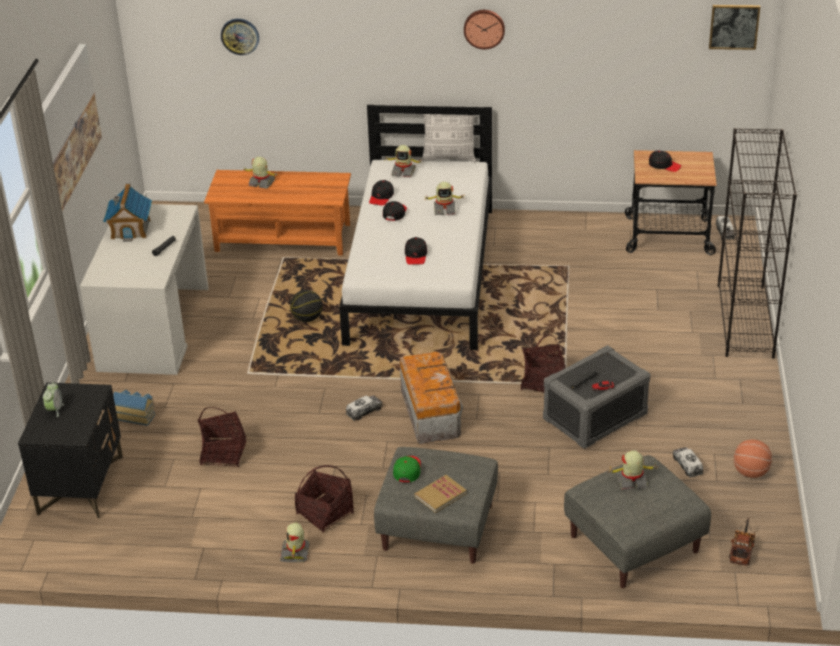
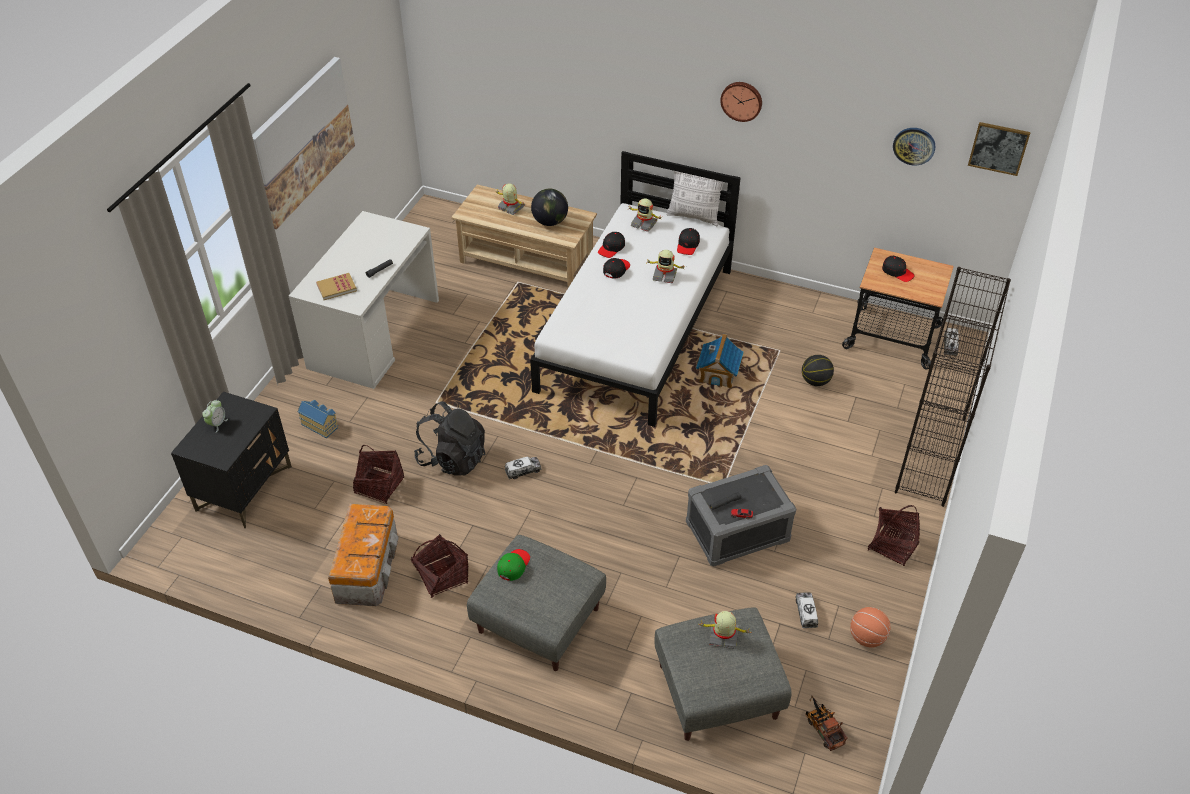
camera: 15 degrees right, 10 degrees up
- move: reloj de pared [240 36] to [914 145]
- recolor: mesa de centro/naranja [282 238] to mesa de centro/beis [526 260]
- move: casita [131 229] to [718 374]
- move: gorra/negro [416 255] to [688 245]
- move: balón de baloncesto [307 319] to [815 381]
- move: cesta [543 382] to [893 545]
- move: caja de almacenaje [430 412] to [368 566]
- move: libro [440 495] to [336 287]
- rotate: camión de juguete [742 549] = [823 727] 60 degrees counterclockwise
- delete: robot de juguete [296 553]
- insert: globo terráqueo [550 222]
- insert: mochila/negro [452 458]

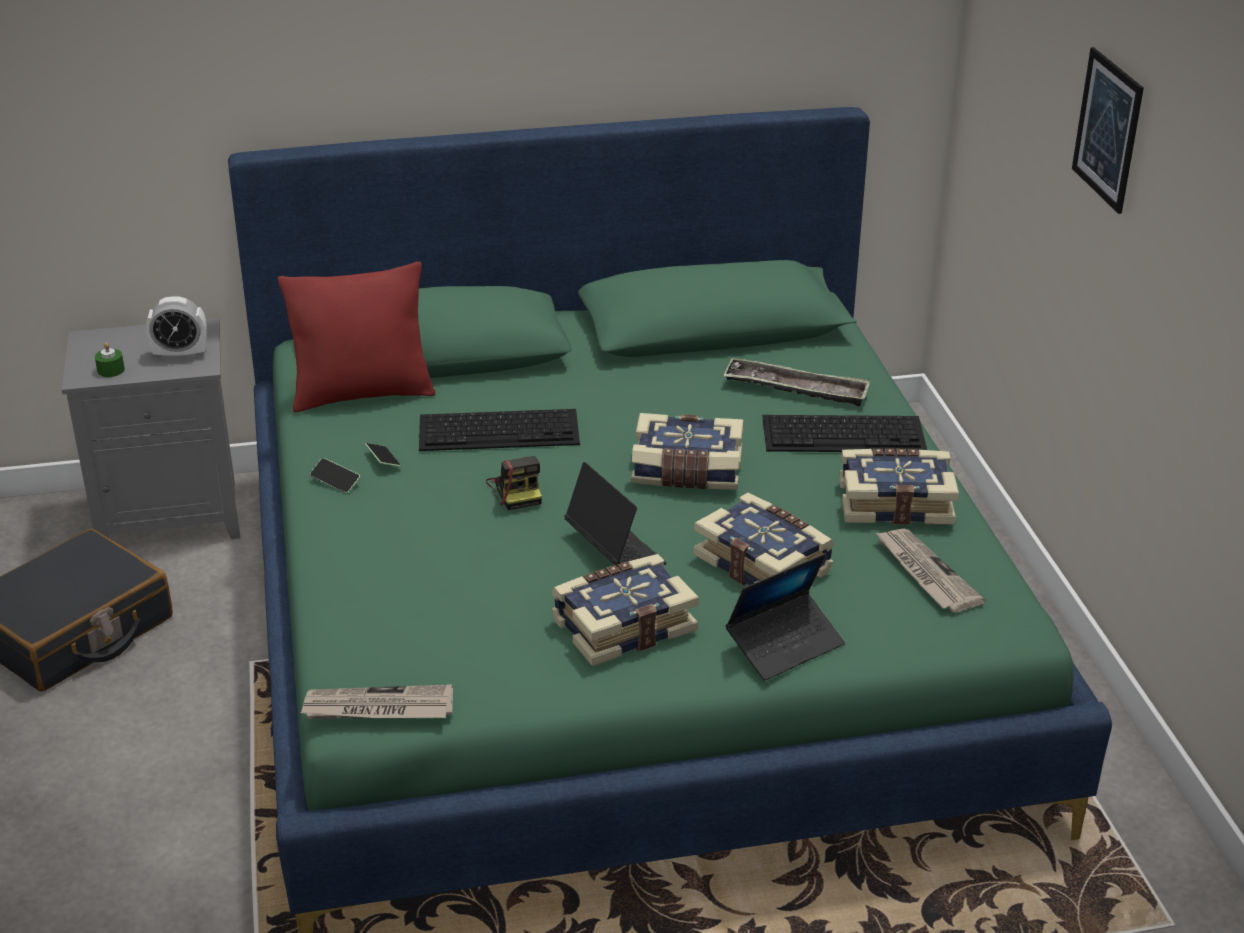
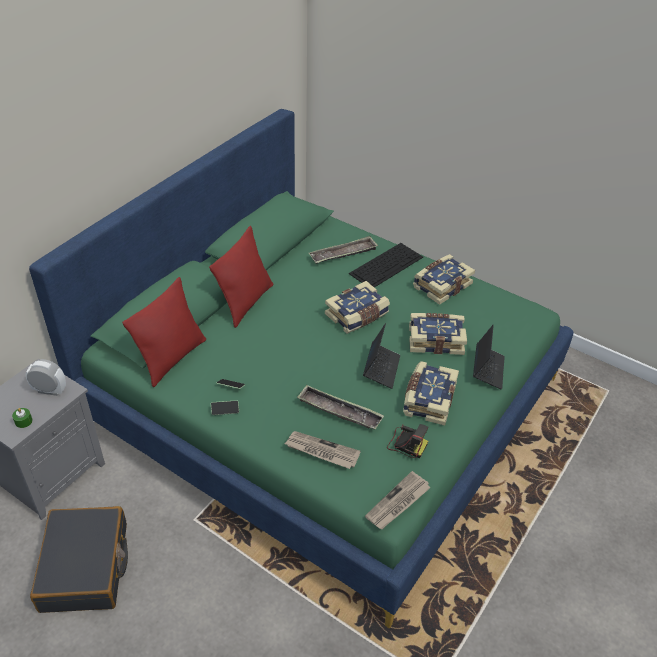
camera: 45 degrees left, 10 degrees up
- delete: cuadro [1107 129]
- rotate: despertador [180 355] = [49 390] 120 degrees counterclockwise
- delete: teclado [500 429]
- move: cámara [517 490] to [406 444]
- rotate: portátil [614 550] = [381 369] 90 degrees clockwise
- move: periódico [925 573] to [321 451]
- insert: cojín/rojo [245 302]
- insert: bandeja [339 411]

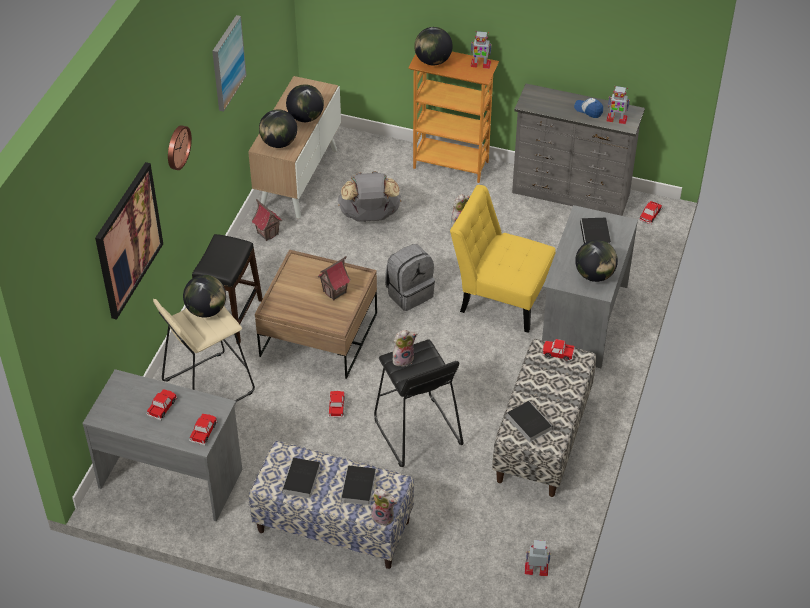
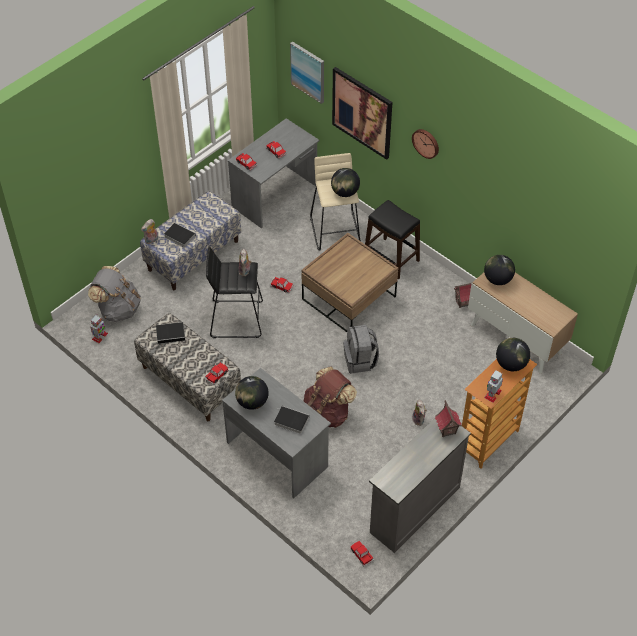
camera: 115 degrees right, 5 degrees up
- move: cuadro [227 63] to [308 72]
- delete: globo terráqueo [305 117]
- delete: robot de juguete [616 119]
- delete: gorra [588 110]
- move: mochila/gris [369 216] to [118 309]
- replace: silla/amarillo [500 297] to mochila/marrón [327 412]
- move: casita [335 292] to [446 430]
- delete: libro [301 481]

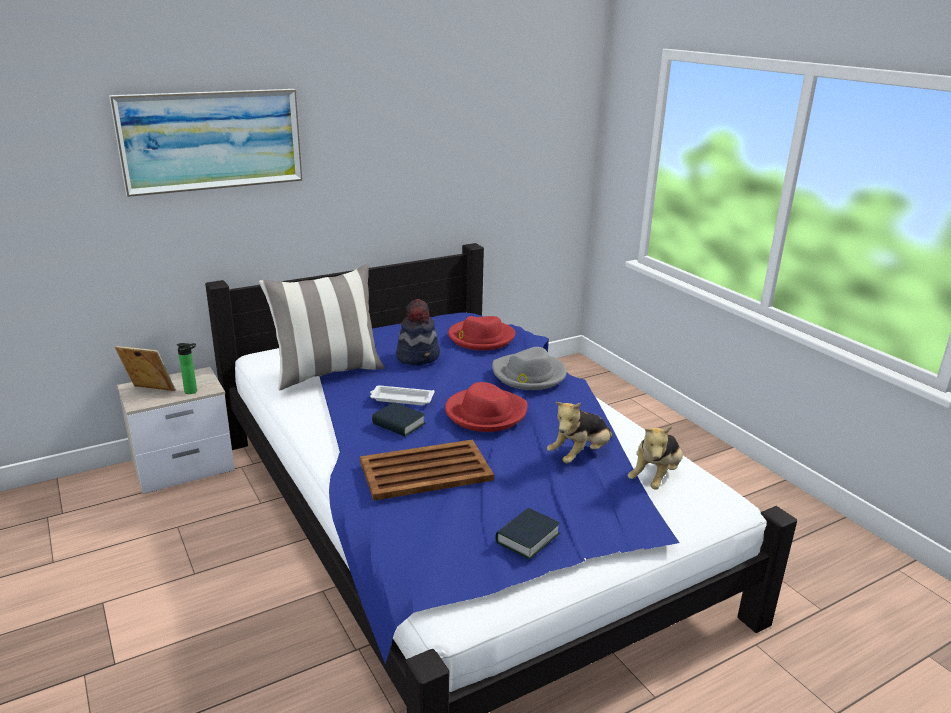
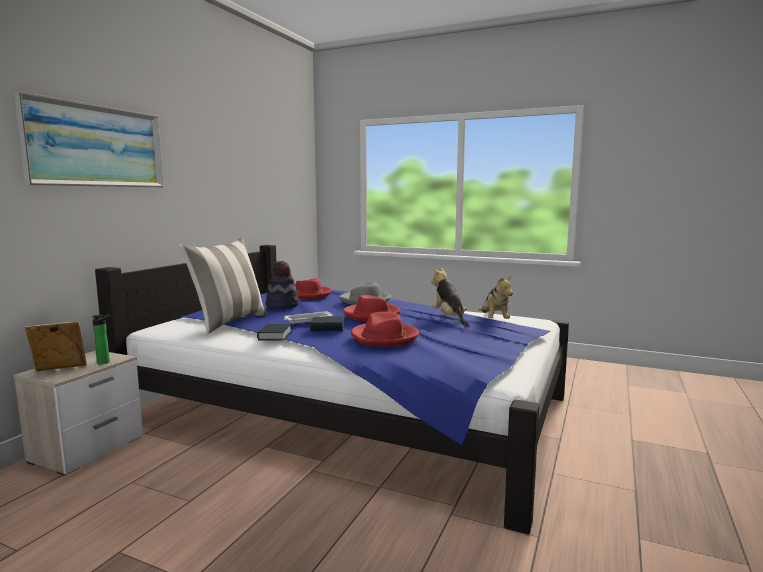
camera: 35 degrees left, 15 degrees down
- rotate: peluche [580 455] = [449 318] 150 degrees clockwise
- replace: bandeja/marrón [427 471] to sombrero/rojo [385 337]
- move: libro [527 538] to [274 336]

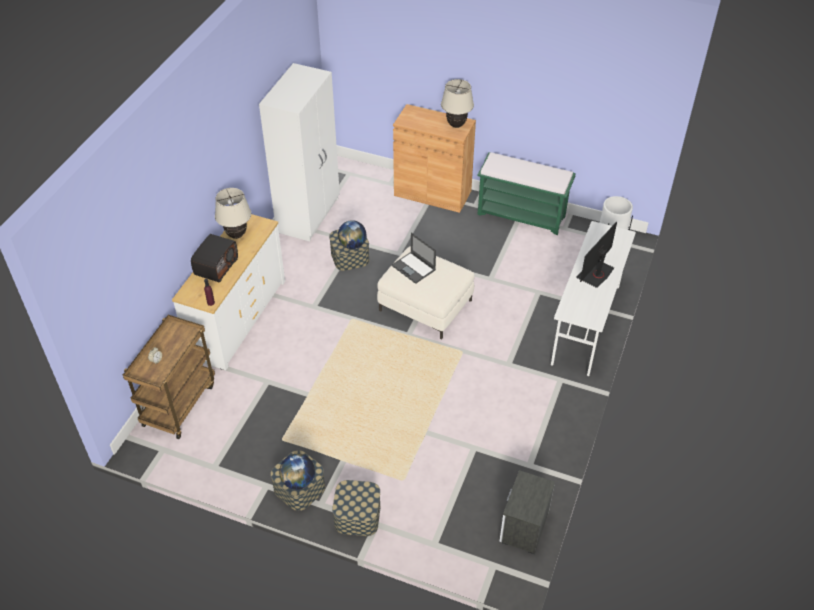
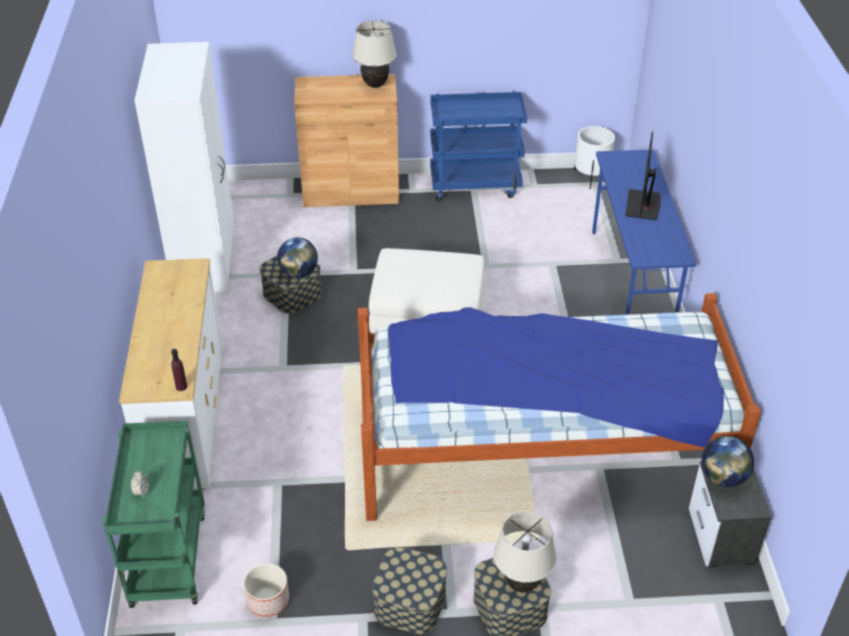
camera: 25 degrees left, 5 degrees down
- replace: banco/verde [522 215] to carrito/azul [475 185]
- move: lámpara de mesa/beis [236 235] to [522 584]
- recolor: escritorio/blanco [586 325] to escritorio/azul [631 282]
- delete: portátil [414 268]
- delete: radio [216 266]
- recolor: carrito/marrón [179 404] to carrito/verde [167 556]
- move: globo terráqueo [298 481] to [723 478]
- insert: cama [539 446]
- insert: maceta [268 601]

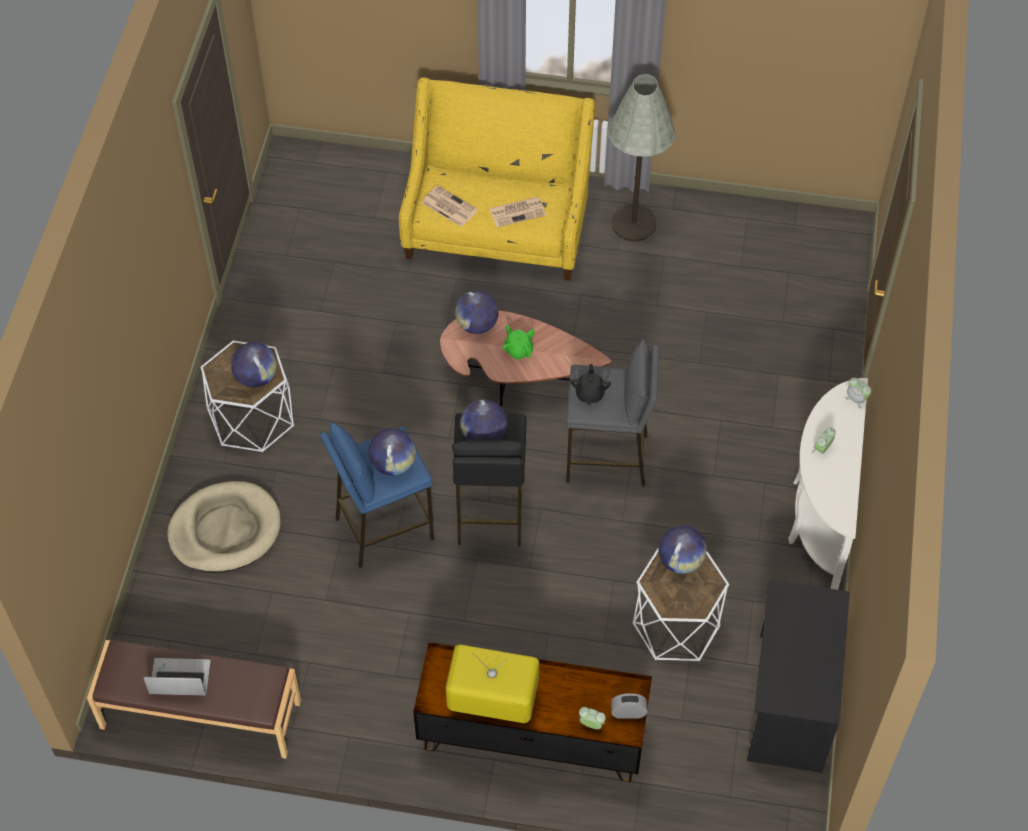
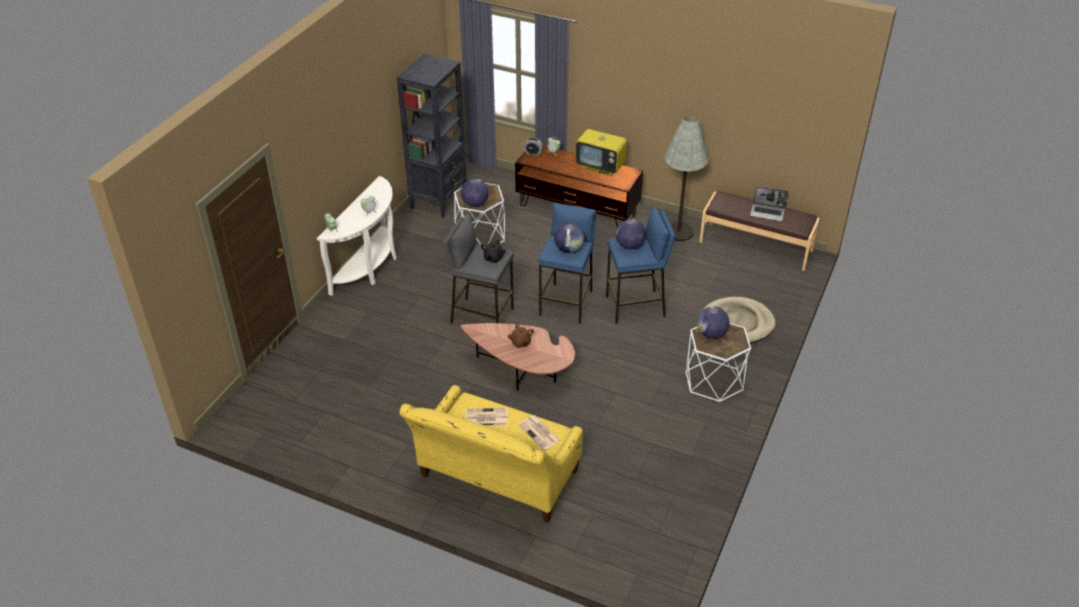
camera: 165 degrees left, 15 degrees down
- move: lámpara de pie/gris [633 224] to [678 232]
- delete: globo terráqueo [477 325]
- recolor: tetera/verde [518 350] to tetera/marrón [521 343]
- recolor: taburete/negro [490 511] to taburete/azul [567 303]
- replace: escritorio/negro [788 702] to estantería/negro [439 200]

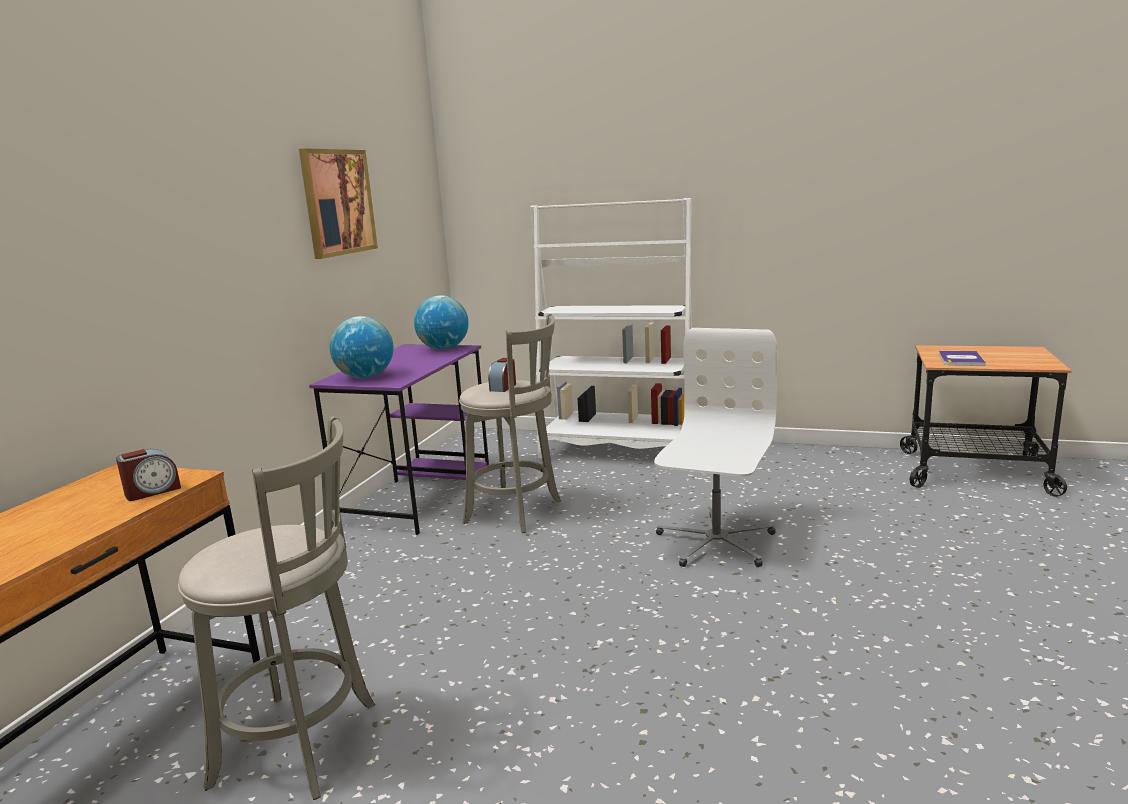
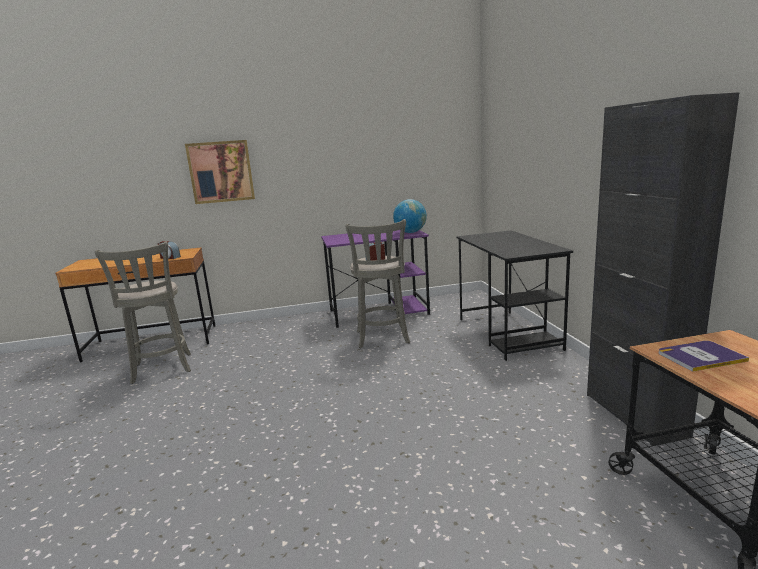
camera: 60 degrees right, 0 degrees up
- move: cuadro [338 202] to [221 172]
- replace: estantería/blanco [618 450] to escritorio/negro [508 334]
- delete: globo terráqueo [365 377]
- delete: silla de oficina/blanco [715 542]
- insert: armario/negro [635 414]

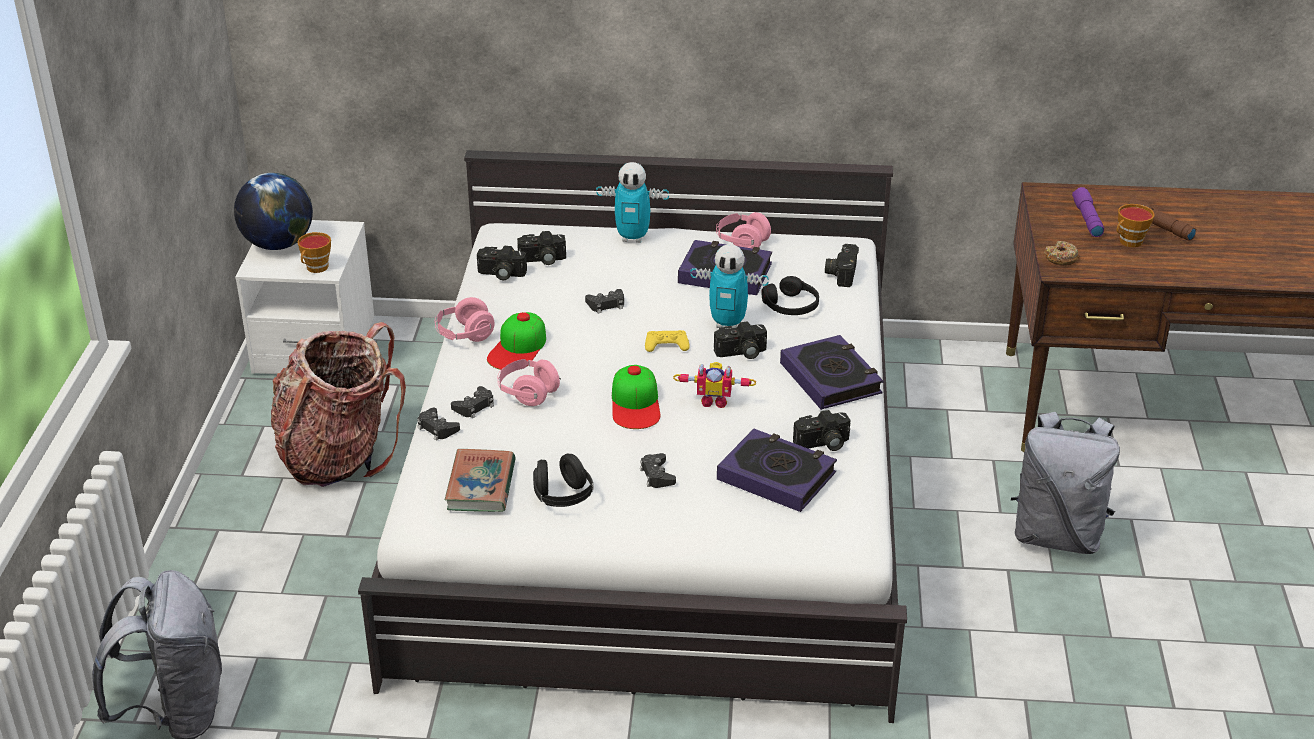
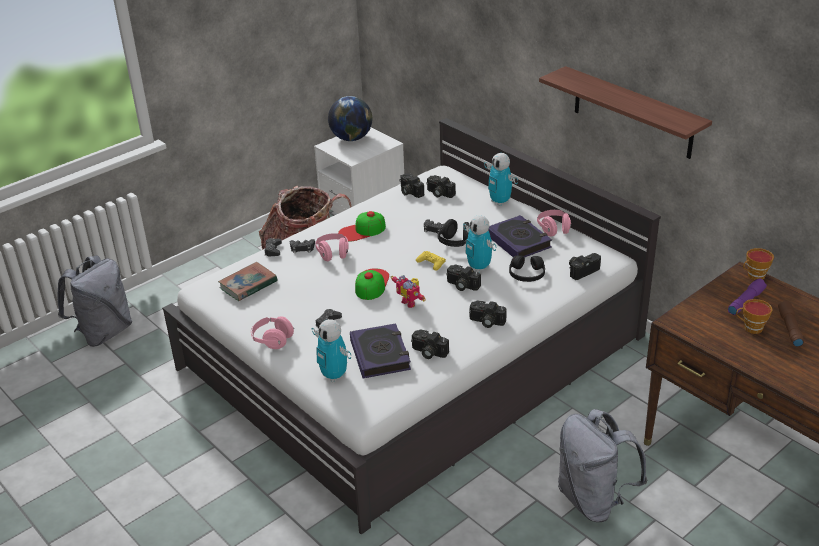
camera: 45 degrees right, 0 degrees up
- move: taza [316 268] to [754 276]
- delete: rosquilla [1061 258]
- move: auriculares/rosa [464 335] to [272 340]
- replace: libro [830 378] to cámara [486 322]
- rotate: gorra [635 404] = [371 284] 150 degrees clockwise
- move: auriculares/negro [562 497] to [455 243]
- insert: estante [632 113]
- insert: robot de juguete [334 375]

